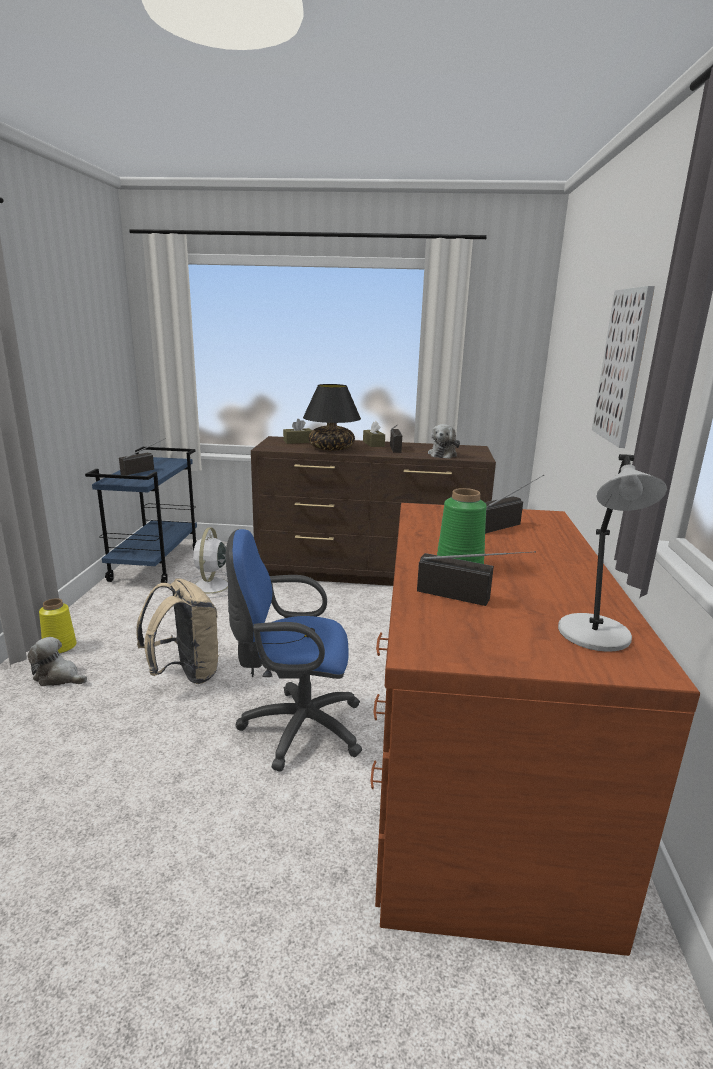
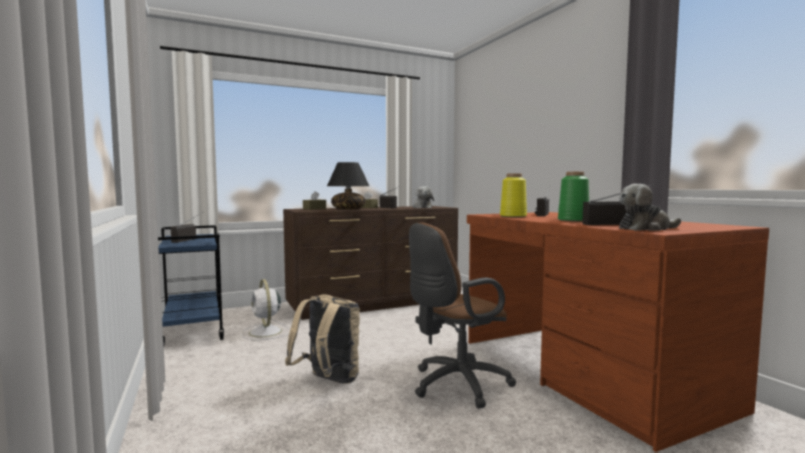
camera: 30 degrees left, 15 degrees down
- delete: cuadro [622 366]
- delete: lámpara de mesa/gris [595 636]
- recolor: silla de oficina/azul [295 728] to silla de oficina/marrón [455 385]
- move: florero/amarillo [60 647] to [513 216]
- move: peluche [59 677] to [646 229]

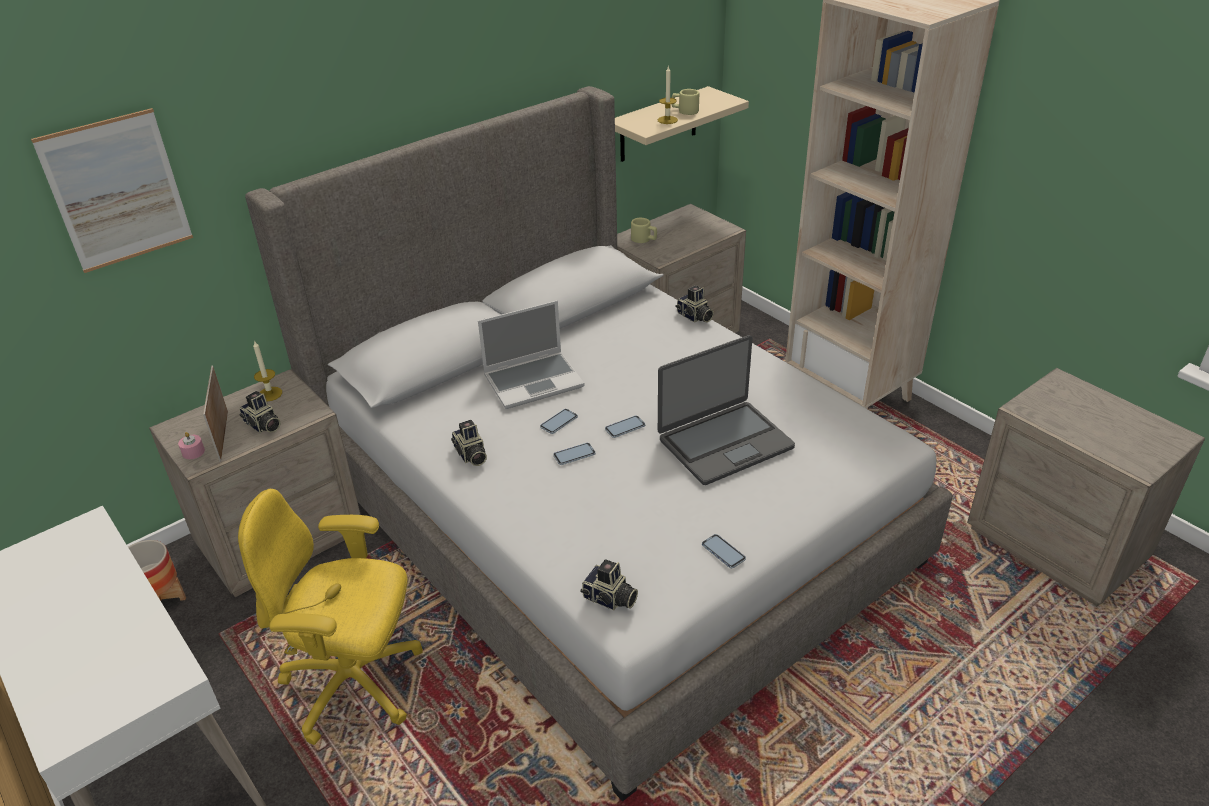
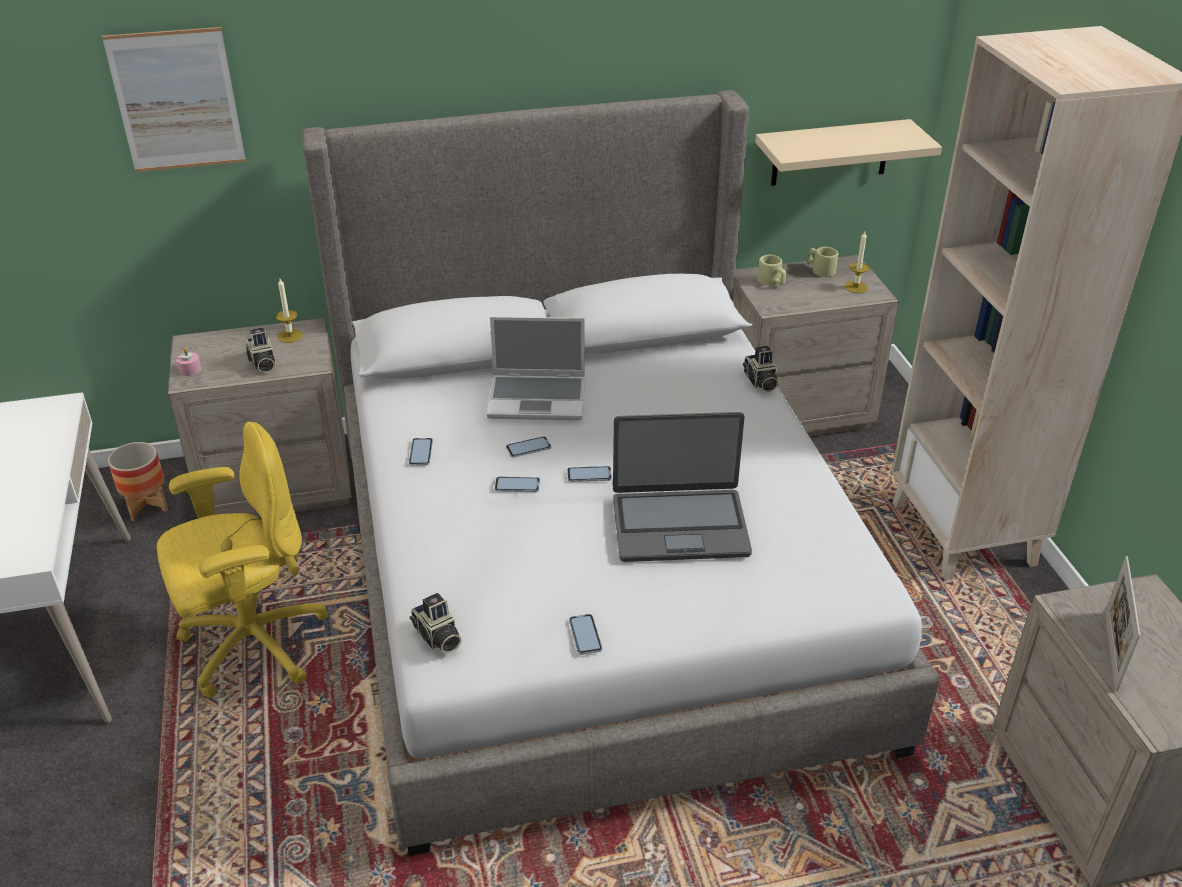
camera: 25 degrees right, 0 degrees up
- move: vela [667 120] to [856 287]
- move: taza grande/beis [684 111] to [820 270]
- move: portarretratos [223 435] to [1111 651]
- replace: cámara [470 455] to móvil [421 452]
- rotate: silla de oficina/amarillo [355 684] = [252 644] 120 degrees clockwise

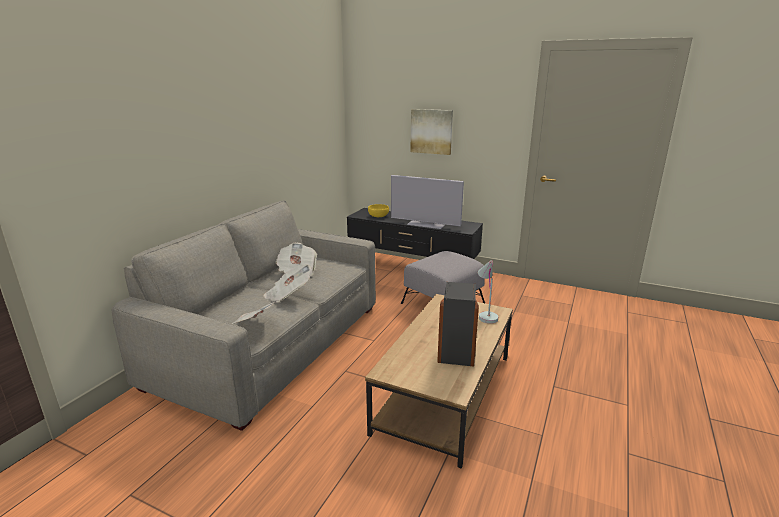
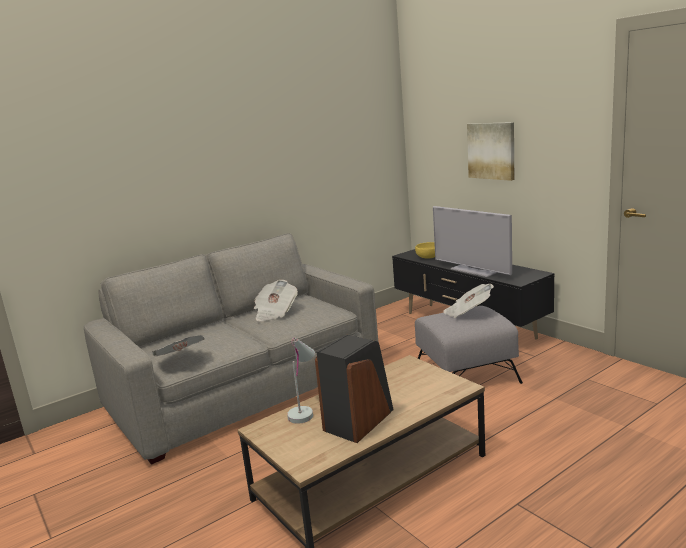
camera: 30 degrees right, 5 degrees down
- move: lámpara de mesa/blanco [485 314] to [305 410]
- move: periódico [288 295] to [468 313]

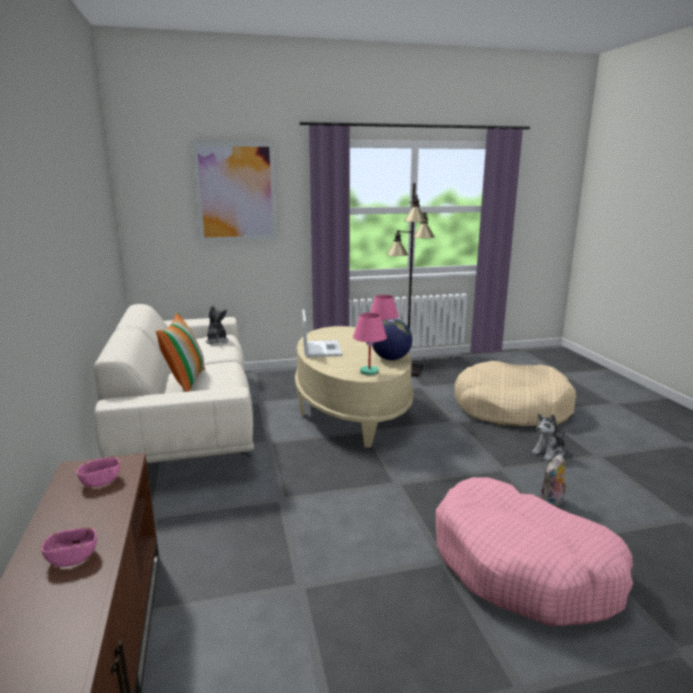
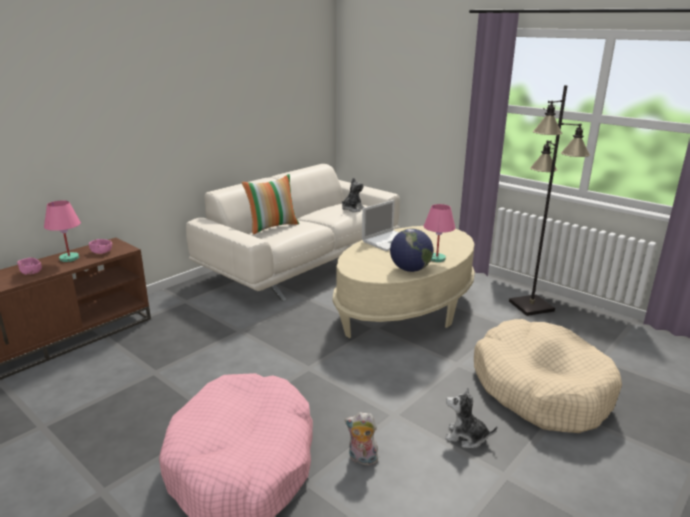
camera: 55 degrees right, 5 degrees up
- delete: cuadro [236 192]
- move: lámpara de mesa/rosa [369 372] to [69 258]

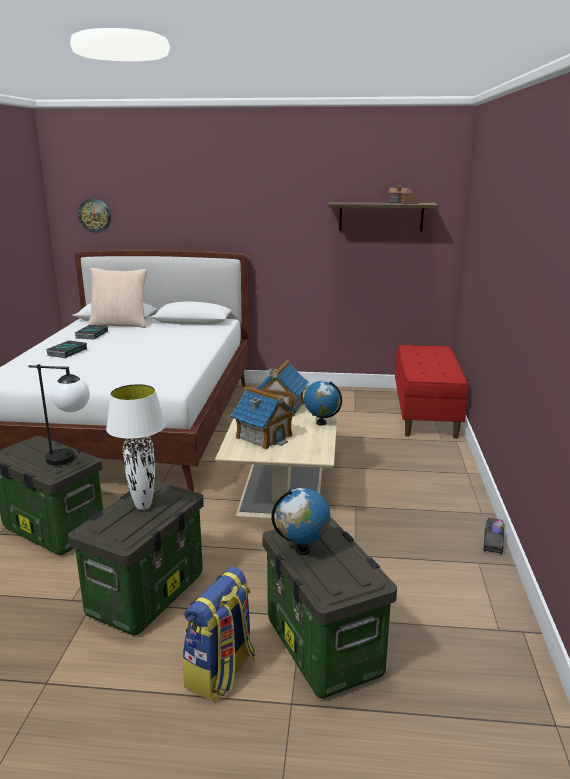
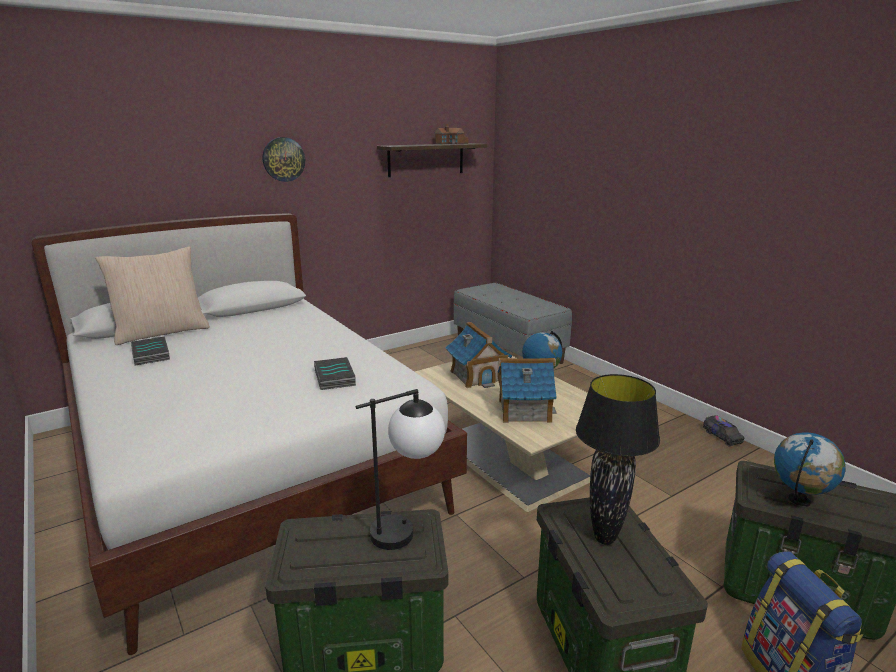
camera: 40 degrees left, 0 degrees up
- move: reloj de pared [95 215] to [283 159]
- move: libro [67 352] to [333 377]
- recolor: banco/rojo [425 414] to banco/gris [508 350]
- recolor: lámpara de mesa/blanco [143 506] to lámpara de mesa/negro [605 539]

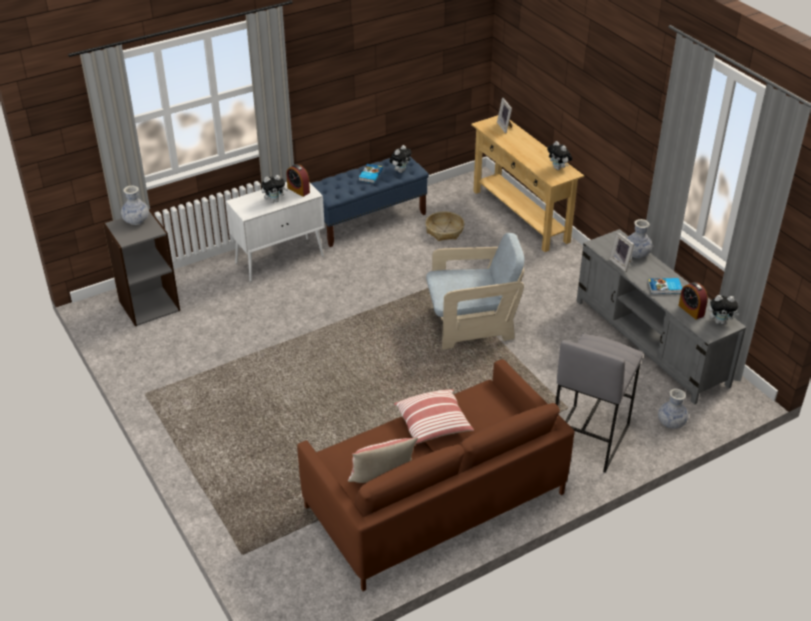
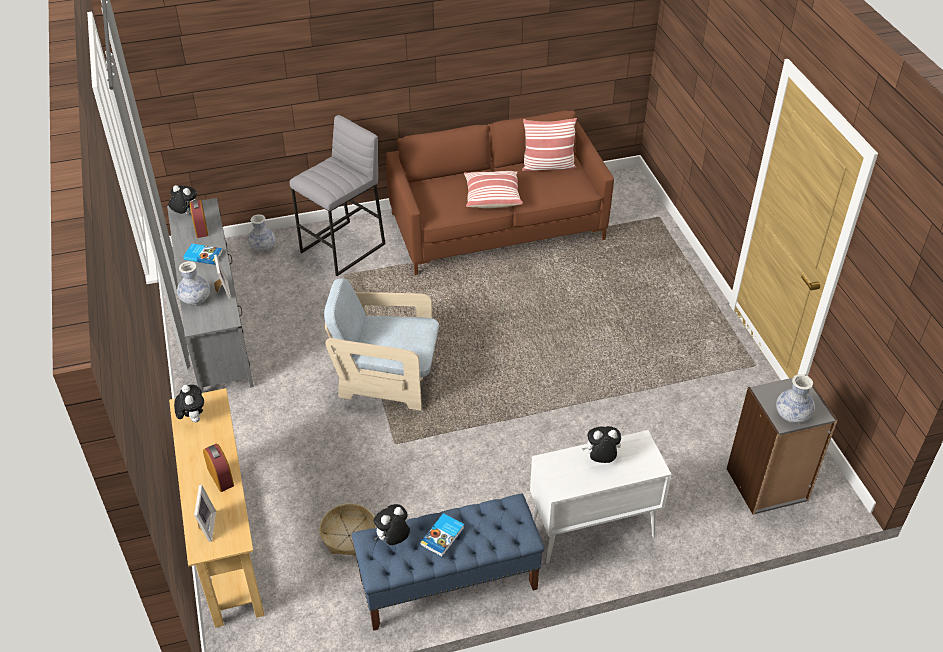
camera: 165 degrees left, 5 degrees up
- move: despertador [298 190] to [220 477]

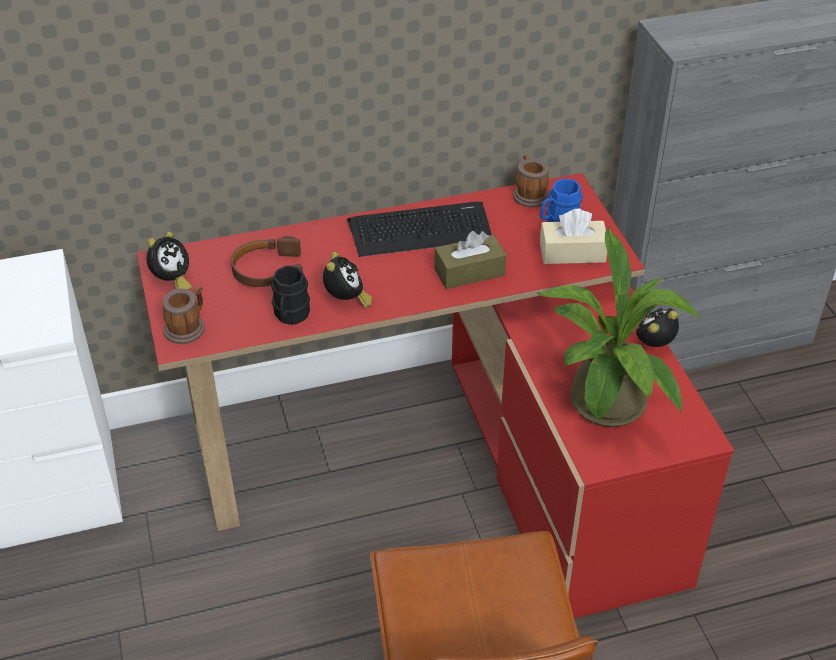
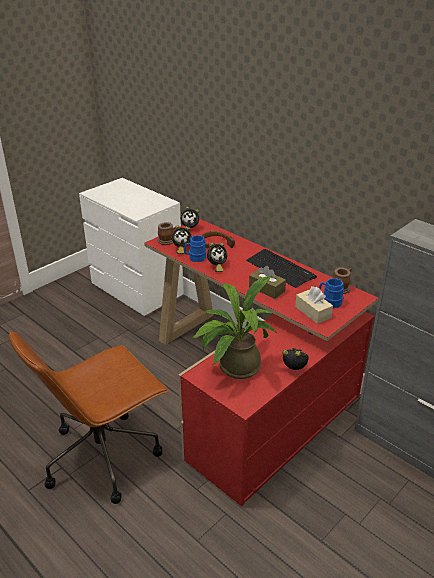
camera: 60 degrees right, 10 degrees down
- recolor: taza grande/negro [290 316] to taza grande/azul [195 258]
- insert: despertador [181 249]

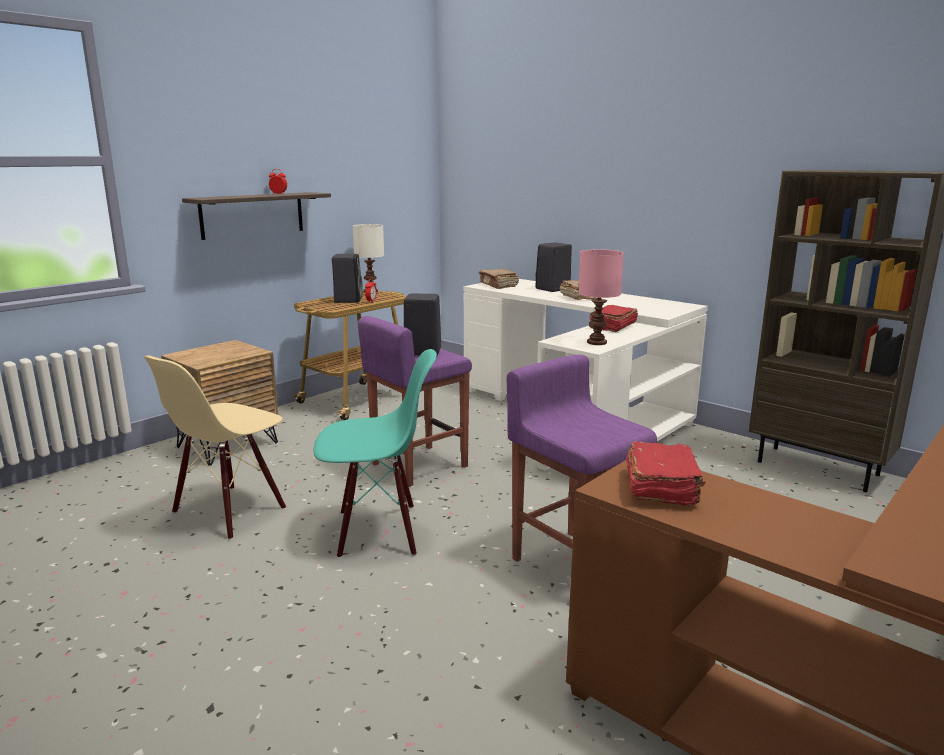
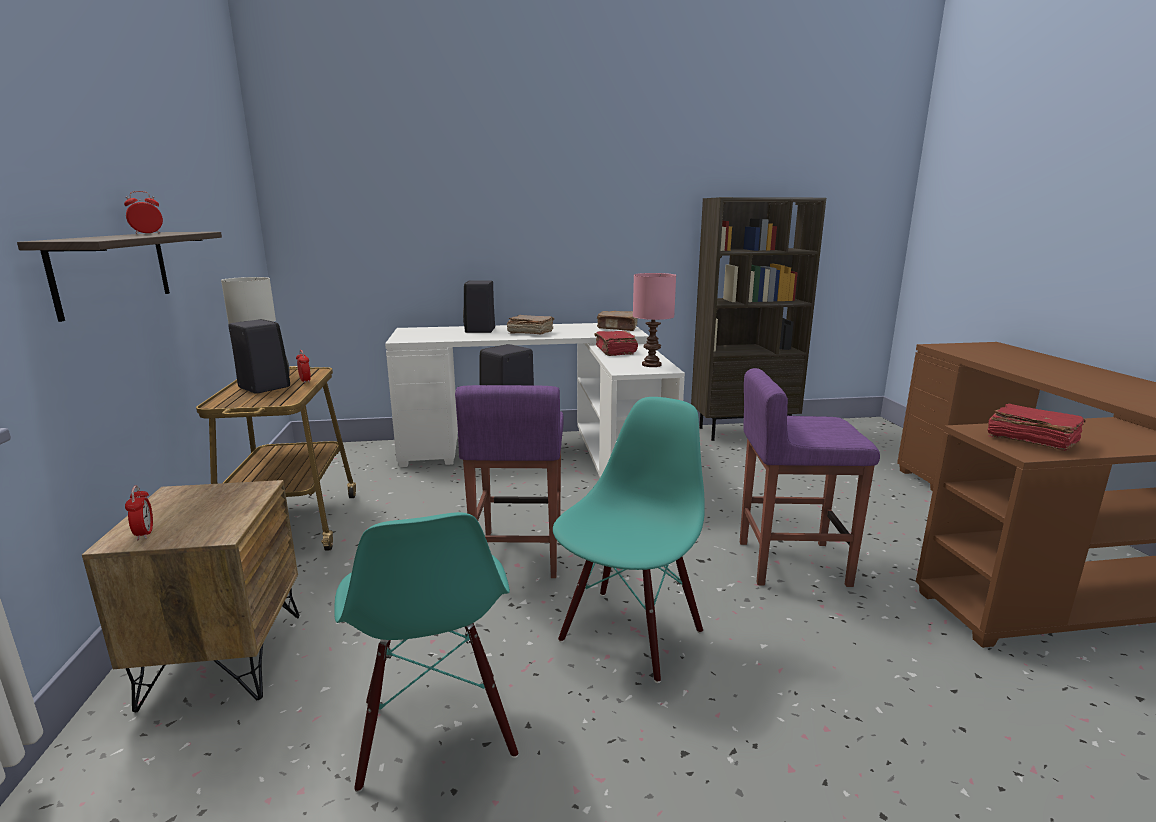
camera: 50 degrees left, 0 degrees up
- move: libro/marrón [498 285] to [617 328]
- recolor: silla/beis [229 511] to silla/turquesa [435 729]
- insert: despertador [144 533]

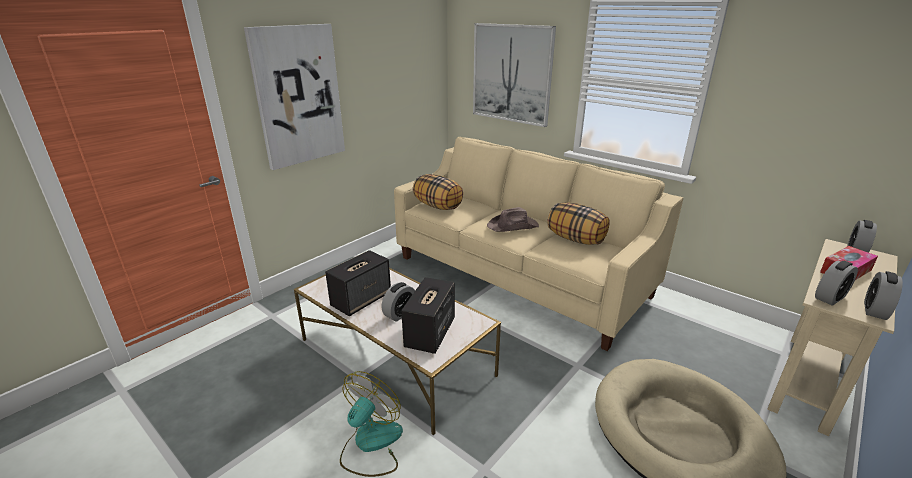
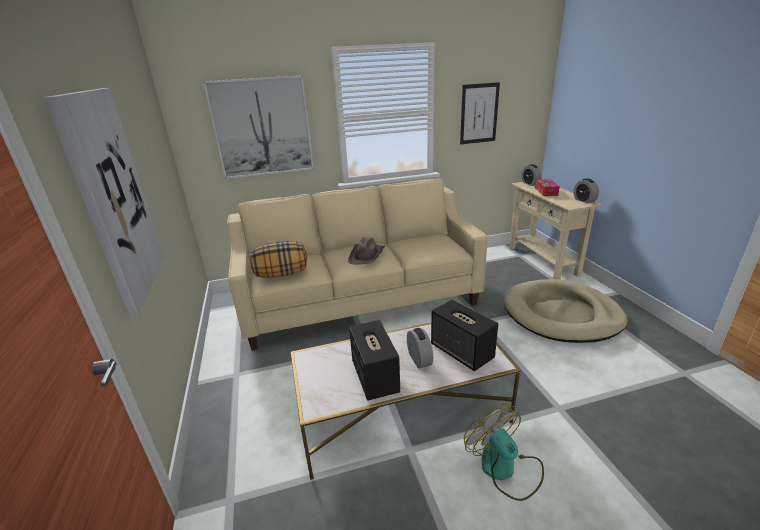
camera: 55 degrees left, 0 degrees up
- delete: cojín [576 239]
- delete: despertador [830 297]
- insert: cuadro [479 113]

